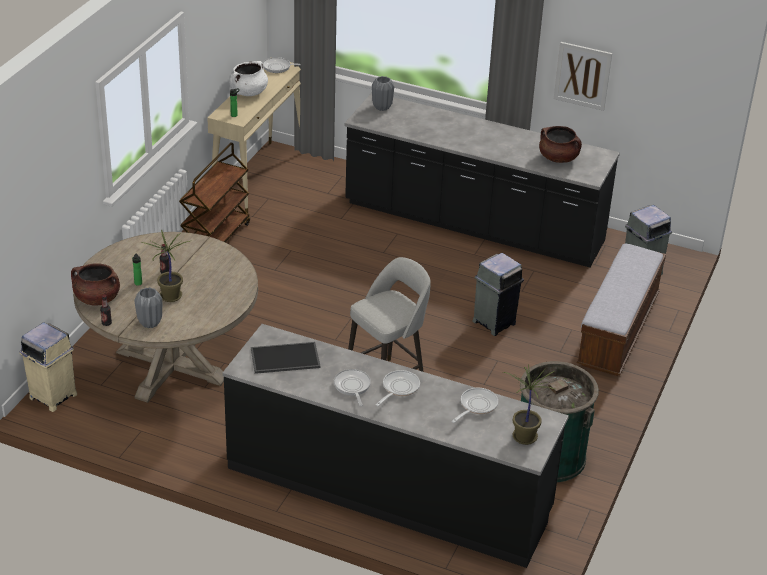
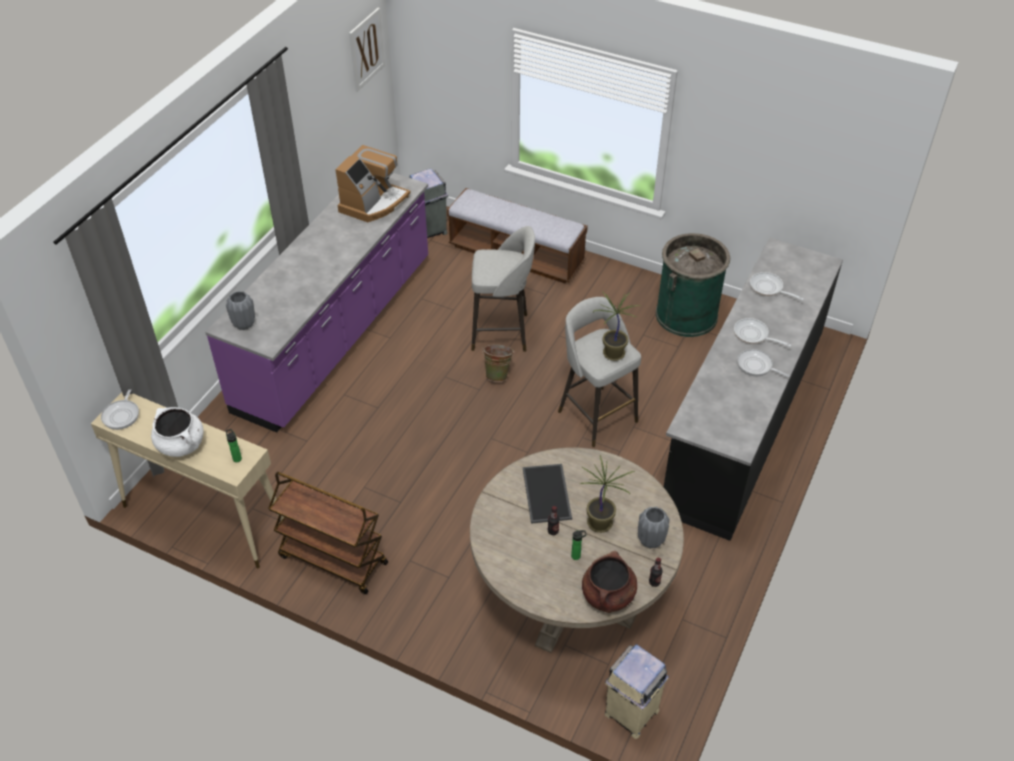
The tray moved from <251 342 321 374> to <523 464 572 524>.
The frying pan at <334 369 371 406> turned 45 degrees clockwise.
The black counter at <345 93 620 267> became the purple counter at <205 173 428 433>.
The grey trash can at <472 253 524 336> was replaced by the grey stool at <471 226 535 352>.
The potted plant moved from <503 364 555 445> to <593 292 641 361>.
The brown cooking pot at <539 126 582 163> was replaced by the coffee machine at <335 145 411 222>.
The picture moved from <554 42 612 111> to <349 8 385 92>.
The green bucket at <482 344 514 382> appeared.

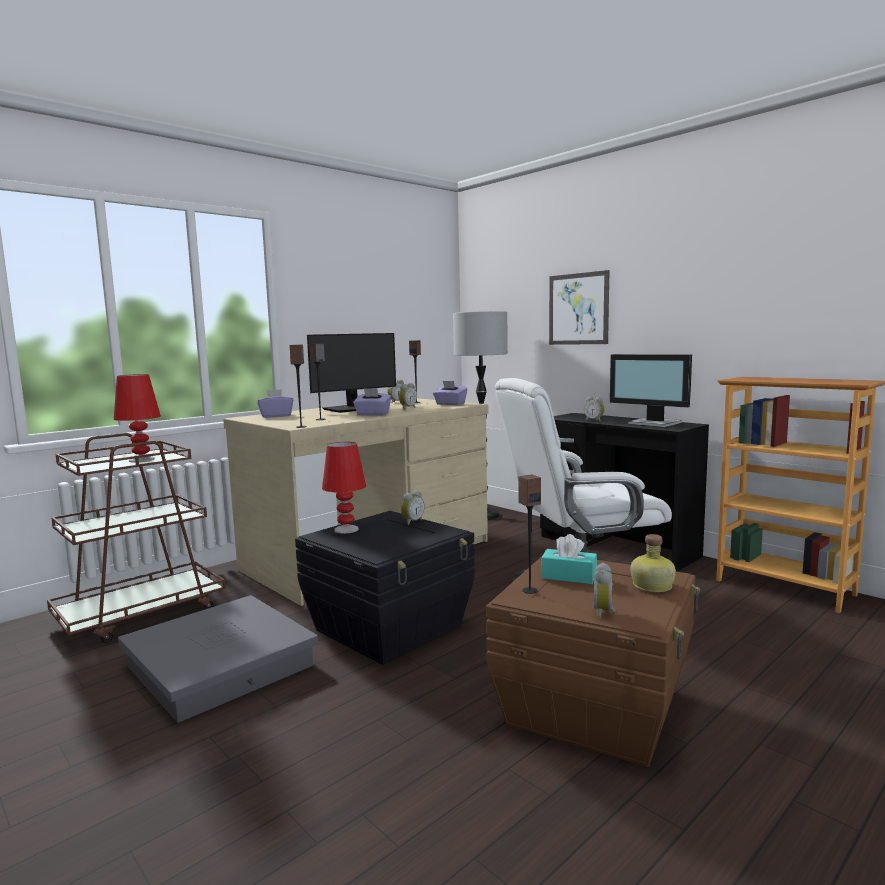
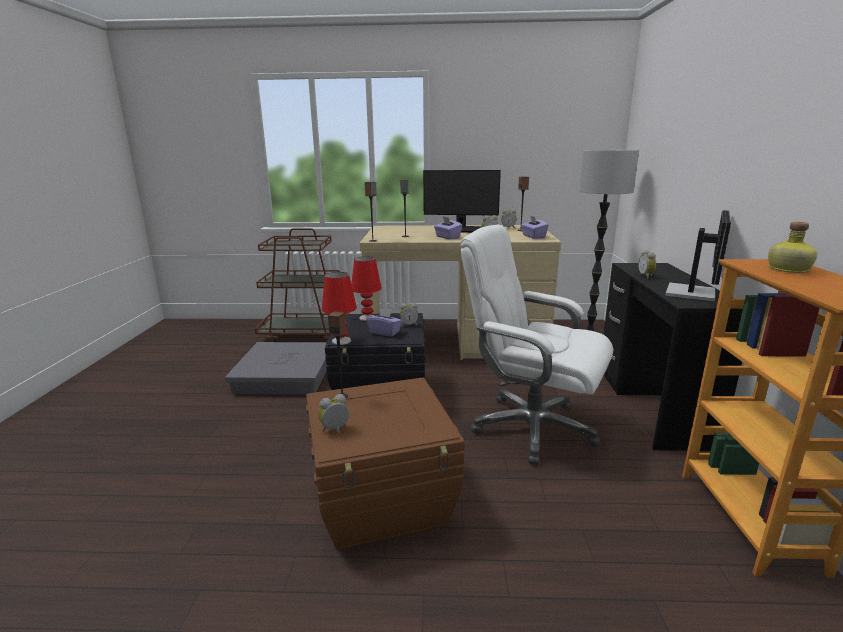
The red table lamp moved from <114 374 161 463> to <322 272 357 345>.
The purple tissue box moved from <257 389 293 418> to <366 308 402 337>.
The turquoise tissue box at <541 534 597 584> disappeared.
The picture at <549 270 609 345> disappeared.
The monitor at <610 354 692 427> turned 150 degrees counterclockwise.
The bottle moved from <631 534 676 592> to <768 222 817 273>.

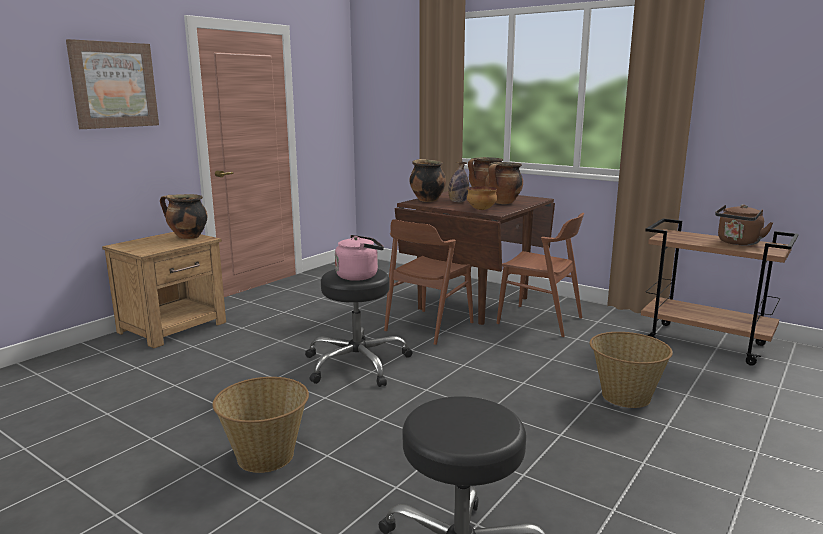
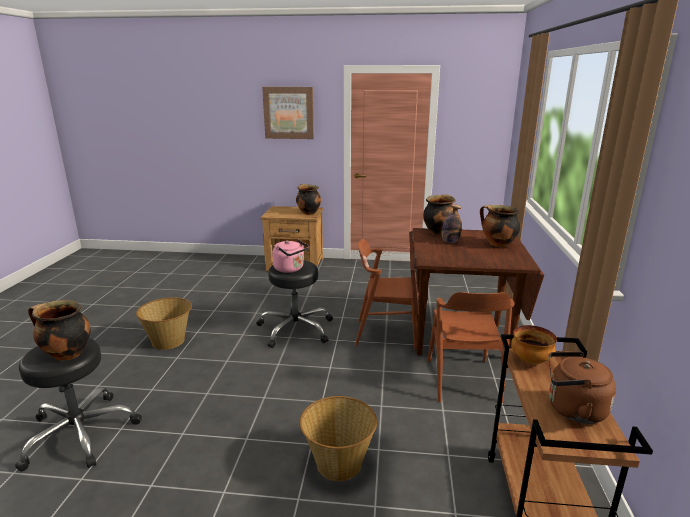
The bowl moved from <467 186 497 210> to <511 325 557 364>.
The cooking pot moved from <485 162 523 204> to <28 300 91 360>.

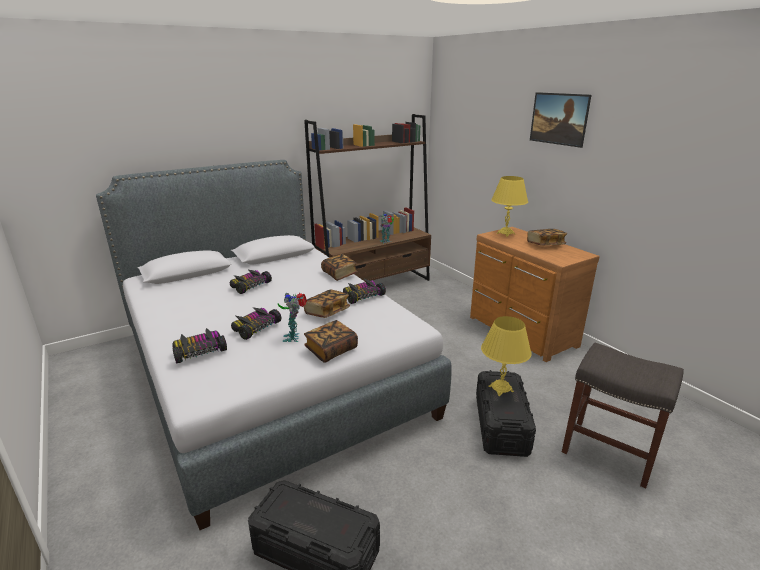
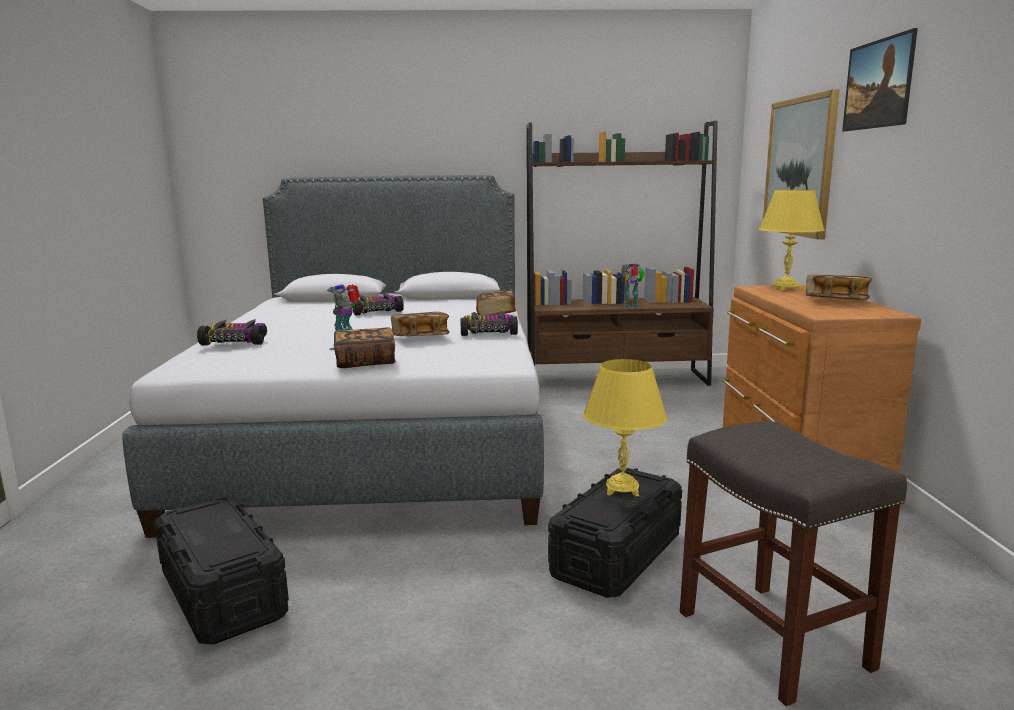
The toy car at <231 307 281 340> disappeared.
The picture at <763 89 840 240> appeared.

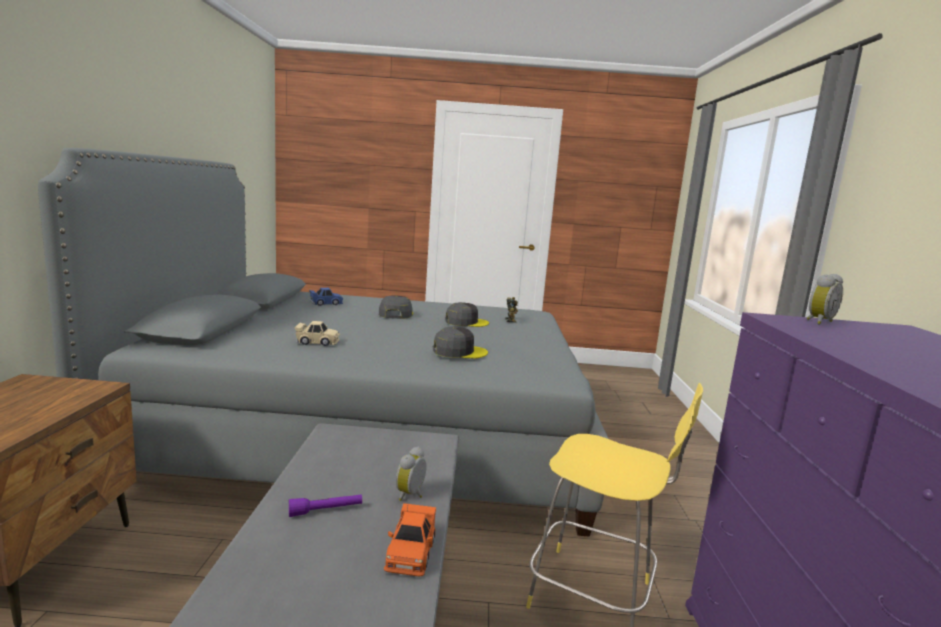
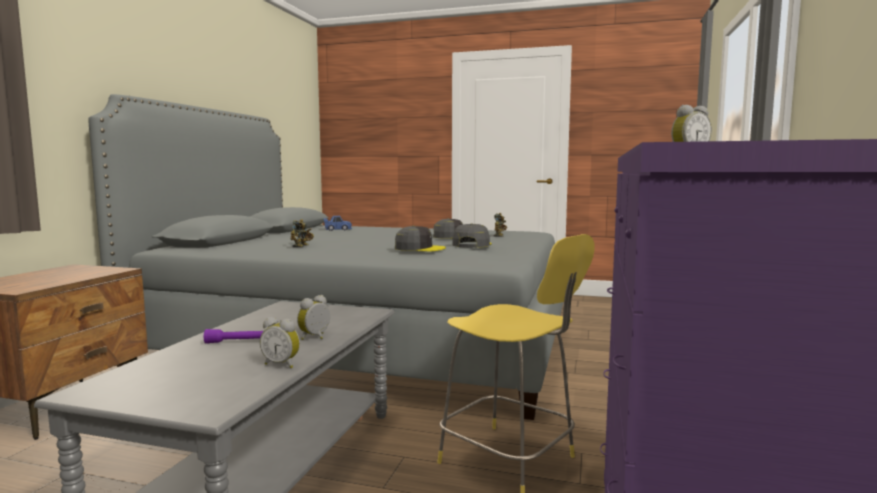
The beige toy car at <295 321 340 346> was replaced by the toy robot at <290 219 314 247>.
The grey cap moved from <379 295 413 319> to <453 223 492 248>.
The orange toy car at <384 503 436 577> was replaced by the alarm clock at <260 317 300 368>.

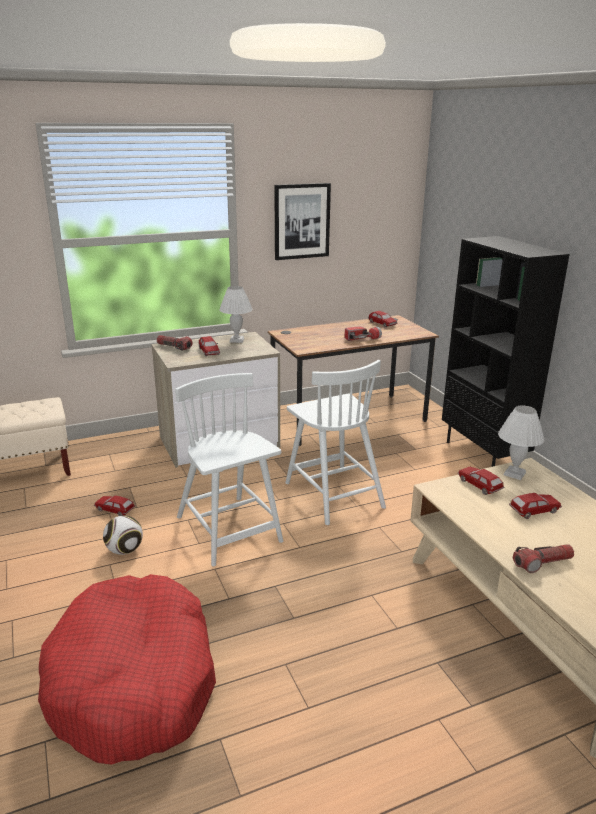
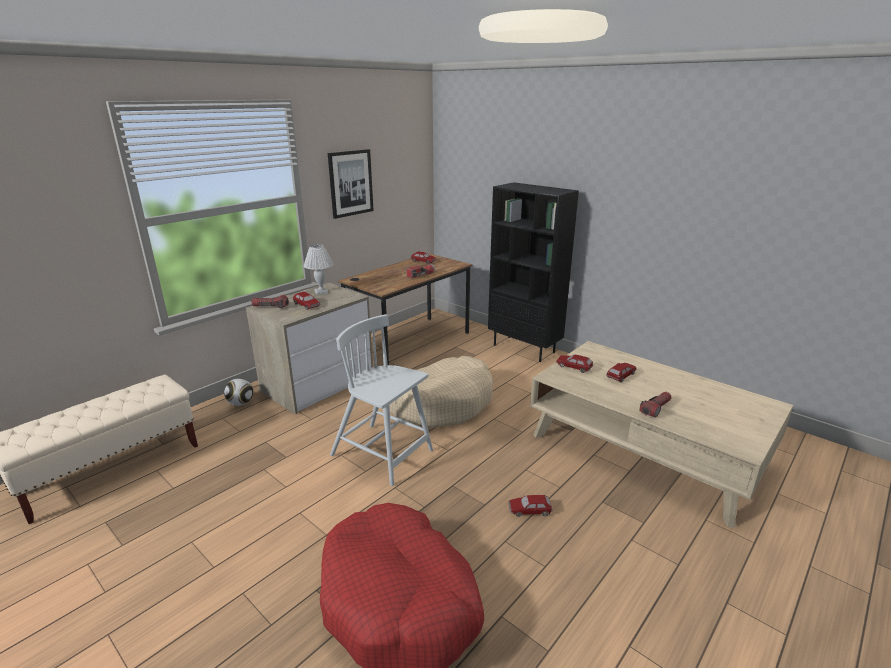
The toy car moved from <94 495 135 516> to <508 495 553 517>.
The football moved from <103 516 143 555> to <224 378 253 406>.
The white chair at <285 360 386 525> was replaced by the beige dog bed at <390 356 493 428>.
The white table lamp at <498 405 544 480> disappeared.

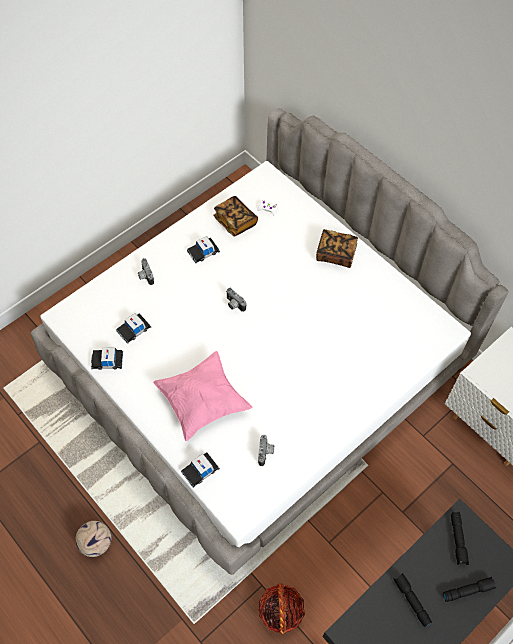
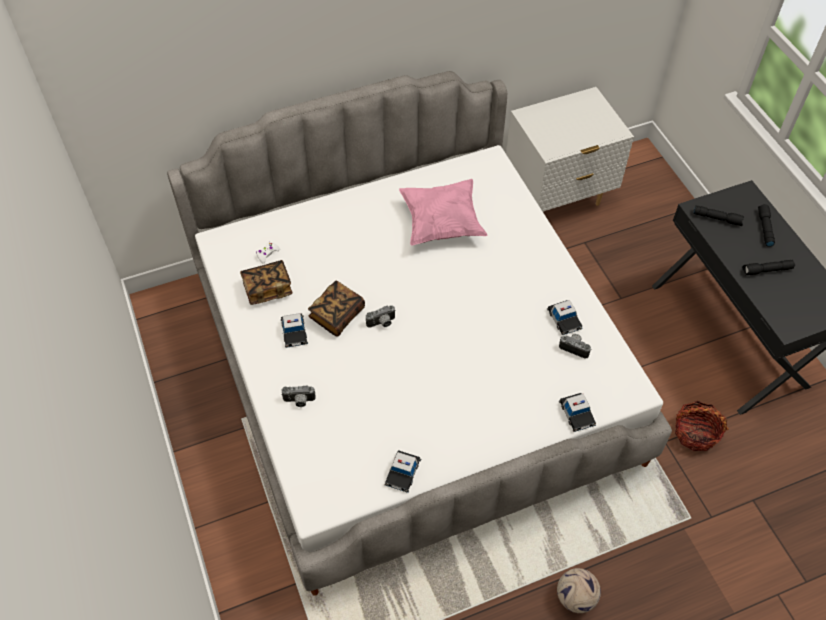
The toy car moved from <116 313 151 344> to <547 300 583 335>.
The pink pillow moved from <153 351 252 441> to <399 179 487 246>.
The book moved from <316 229 358 268> to <308 281 365 336>.

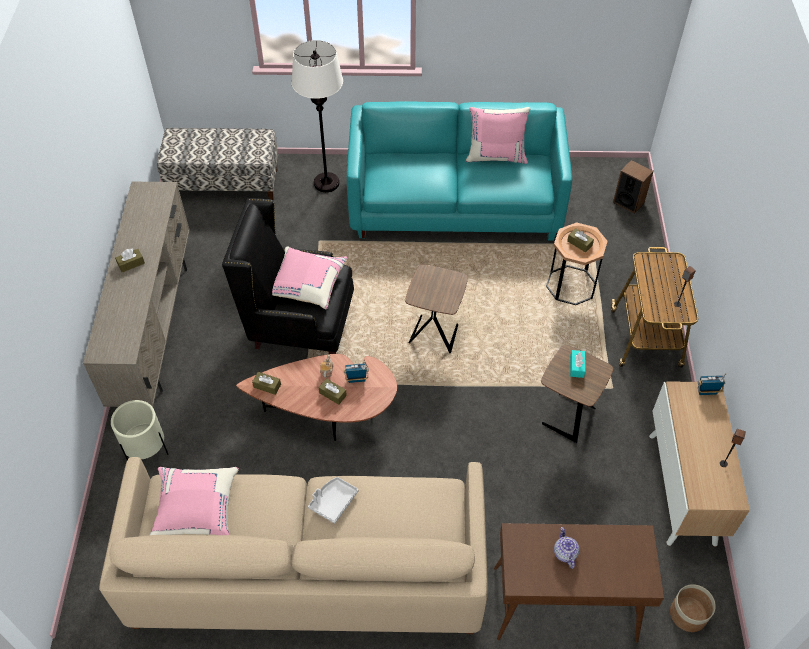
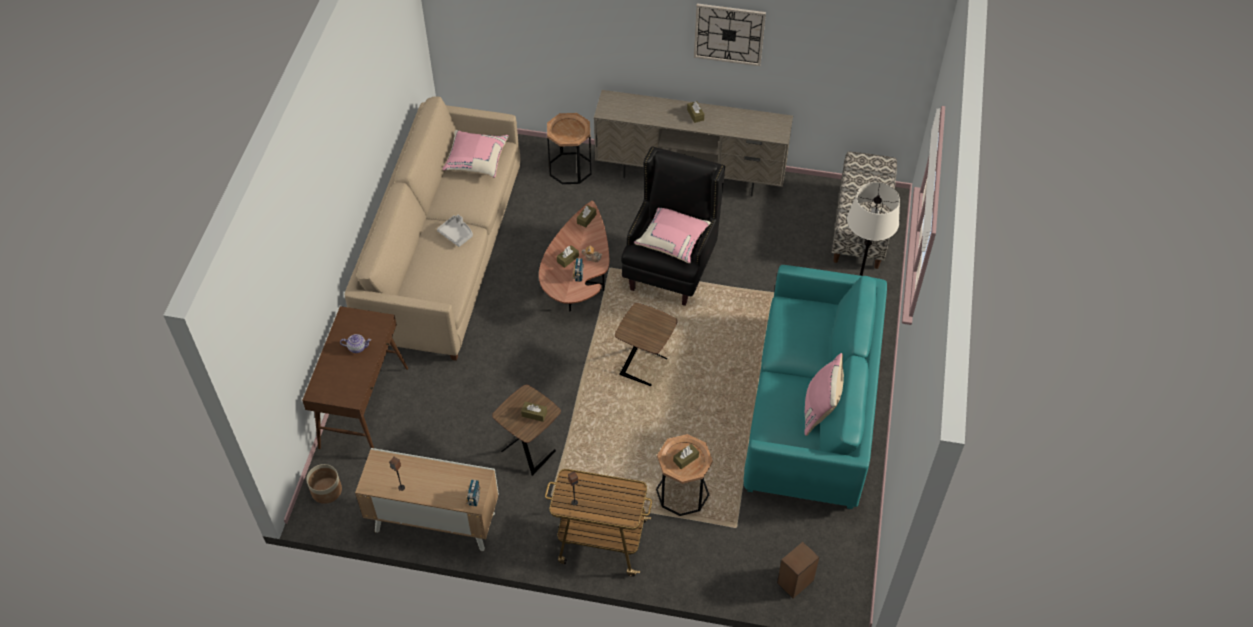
The beige planter at <111 400 169 460> was replaced by the brown side table at <547 113 592 184>.
The turquoise tissue box at <570 350 586 378> became the brown tissue box at <521 402 547 422>.
The wall clock at <694 3 766 66> appeared.

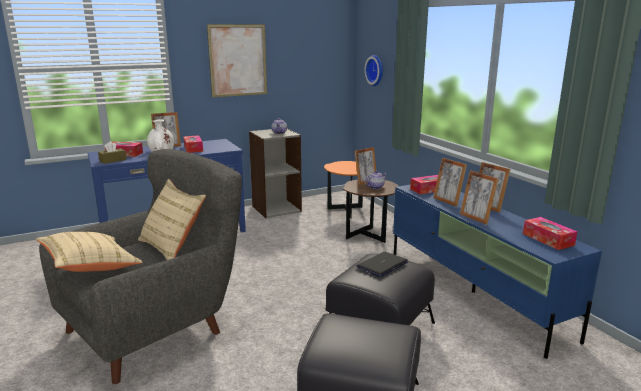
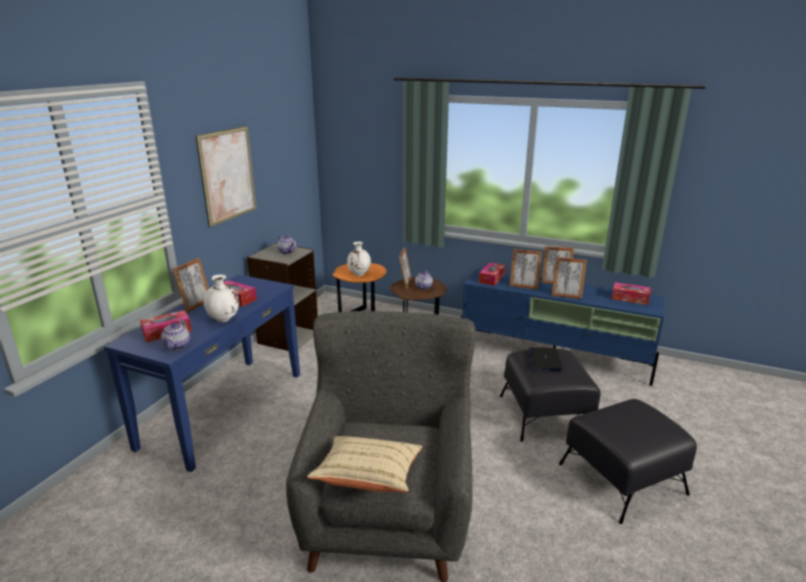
The brown tissue box at <98 141 127 164> was replaced by the teapot at <161 320 190 350>.
The beige pillow at <138 179 206 260> disappeared.
The wall clock at <364 55 383 86> disappeared.
The white vase at <347 242 371 276> appeared.

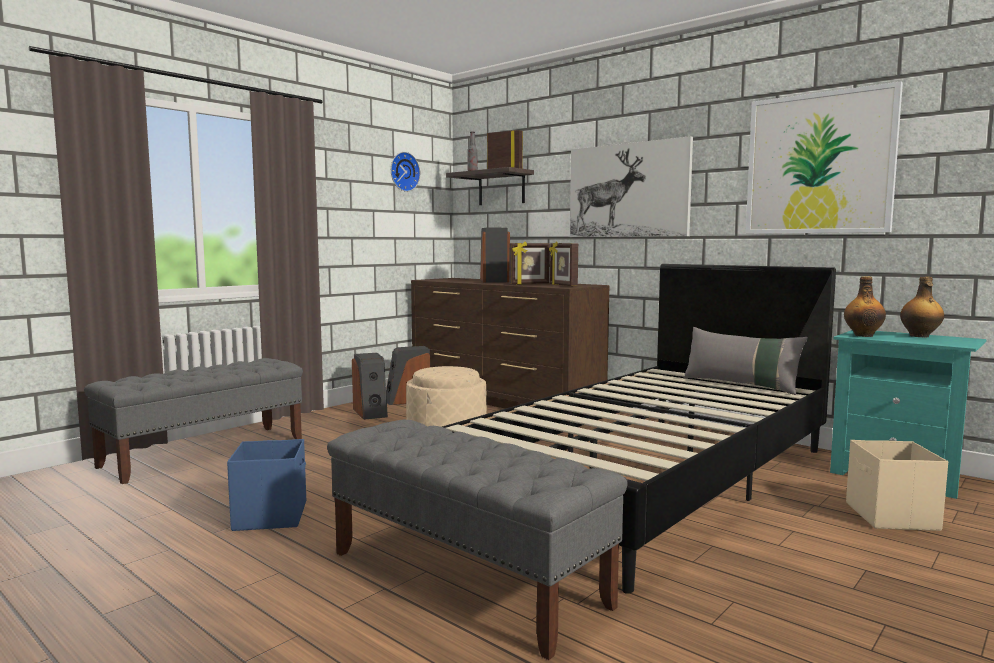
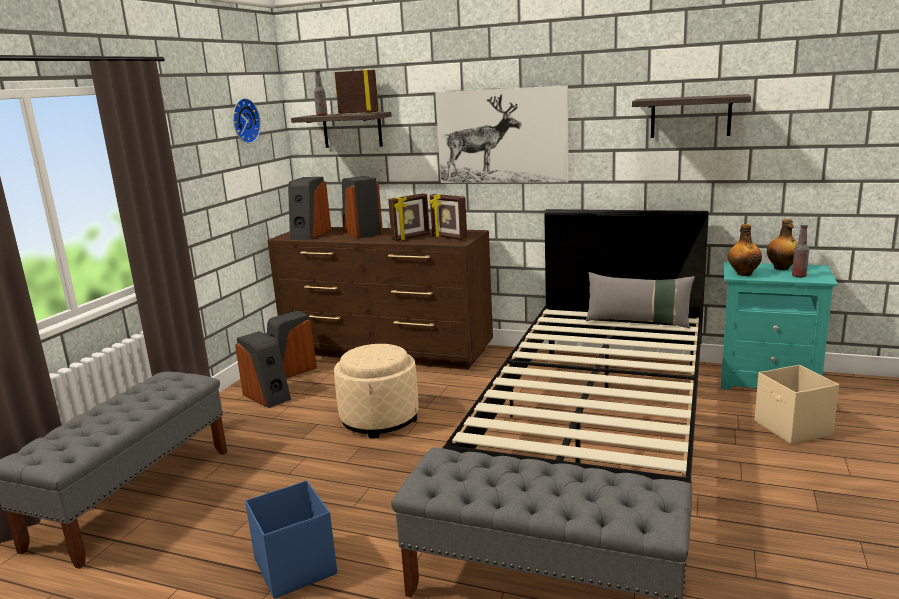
The picture at <746 81 903 234> was replaced by the shelf at <632 94 751 138>.
The speaker at <288 177 331 240> appeared.
The bottle at <792 225 809 278> appeared.

